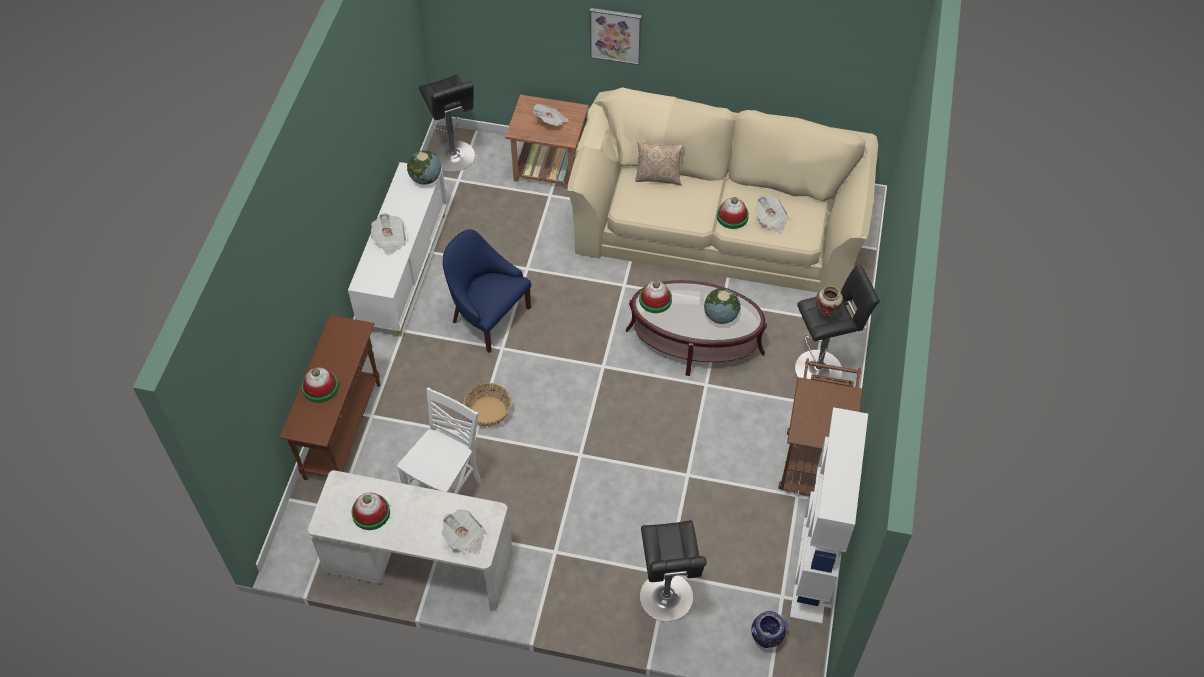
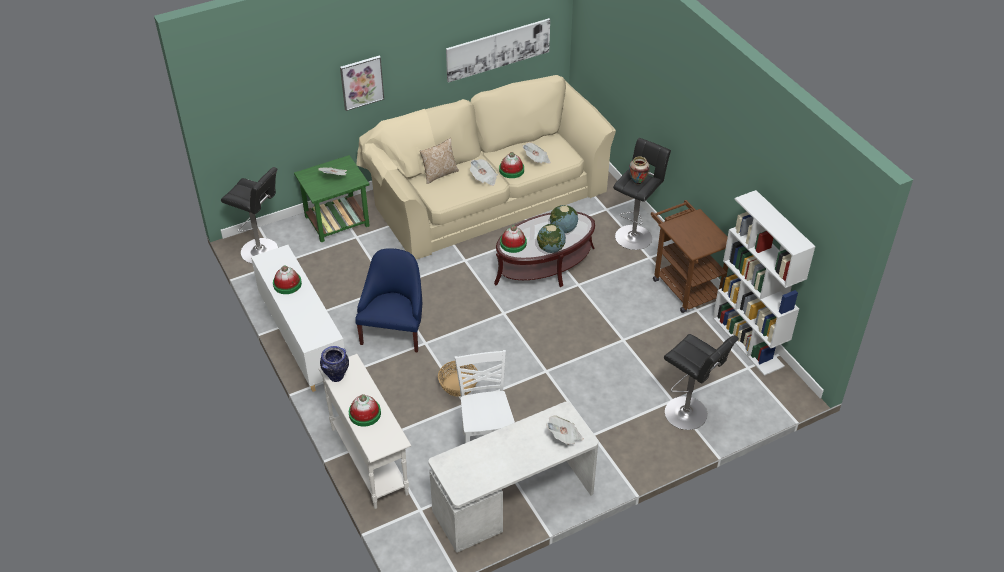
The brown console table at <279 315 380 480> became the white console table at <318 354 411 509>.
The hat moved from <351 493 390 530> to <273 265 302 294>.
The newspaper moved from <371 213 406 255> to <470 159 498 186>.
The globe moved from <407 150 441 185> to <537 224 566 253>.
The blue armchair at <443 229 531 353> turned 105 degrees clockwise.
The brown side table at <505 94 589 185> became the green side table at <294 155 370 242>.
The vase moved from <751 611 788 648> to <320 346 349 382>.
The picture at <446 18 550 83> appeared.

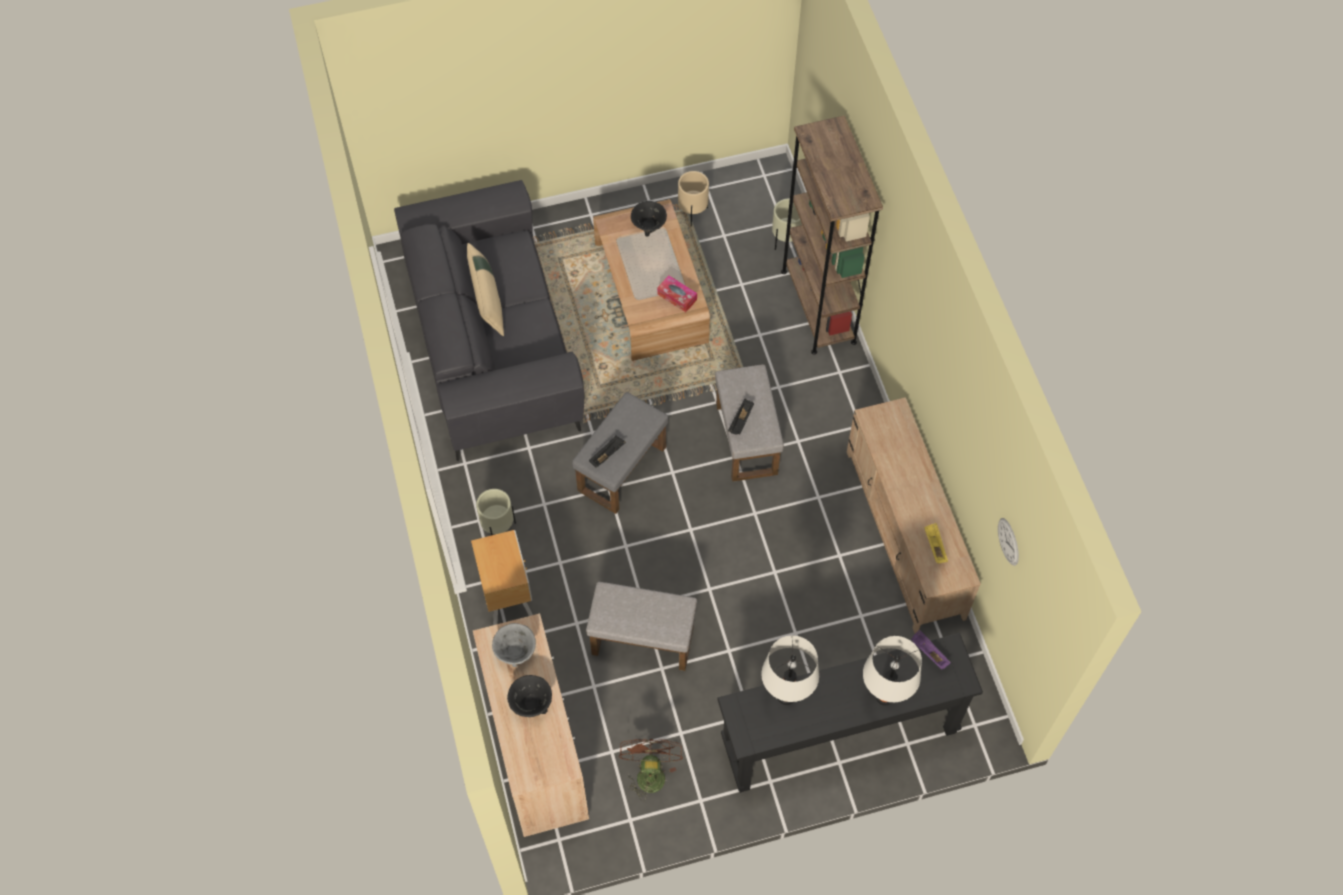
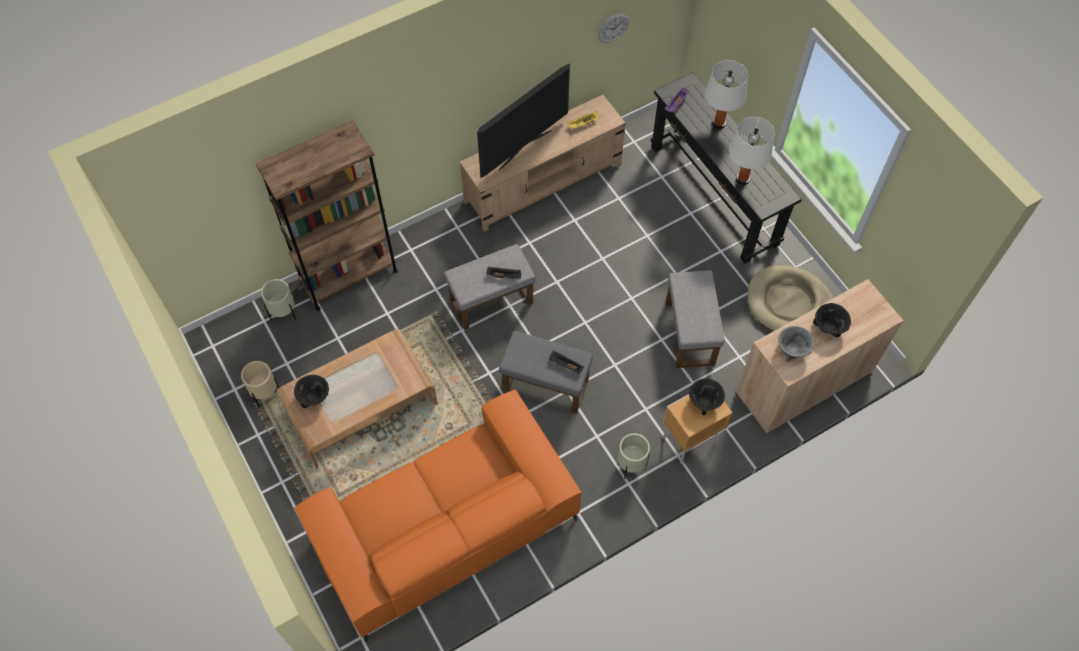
The grey sofa at <394 180 584 461> became the orange sofa at <294 390 581 642>.
The beige pillow at <467 243 504 336> disappeared.
The brown fan at <619 739 683 801> was replaced by the beige dog bed at <747 265 833 331>.
The tissue box at <657 275 697 312> disappeared.
The television at <477 63 570 178> appeared.
The black bowl at <689 378 725 415> appeared.

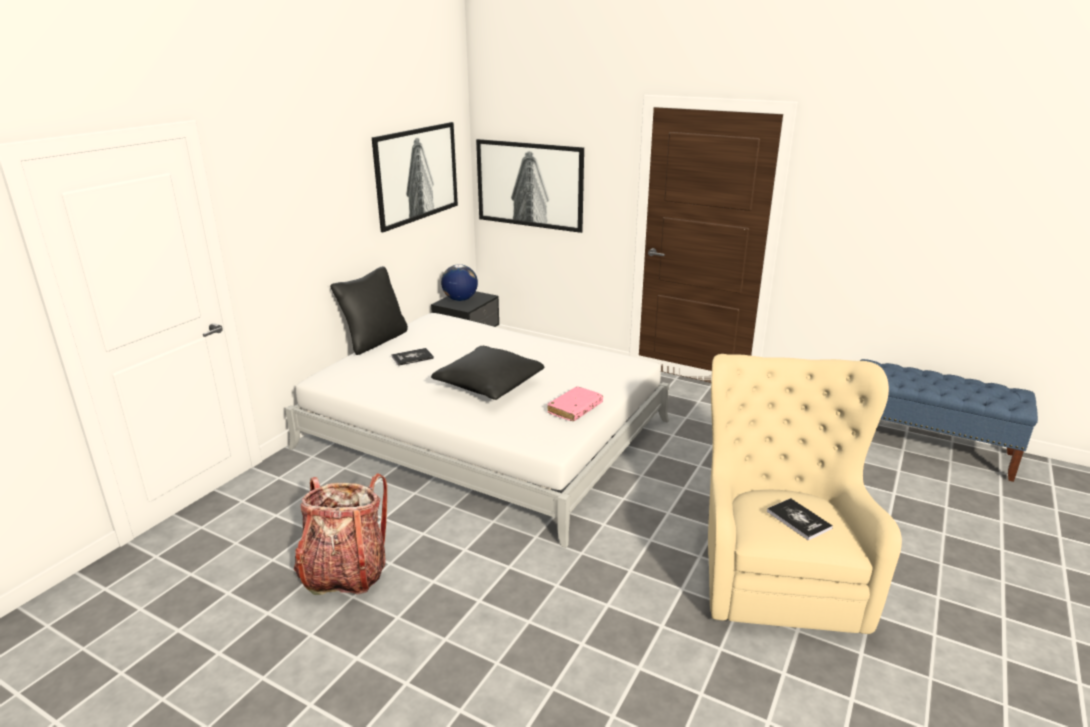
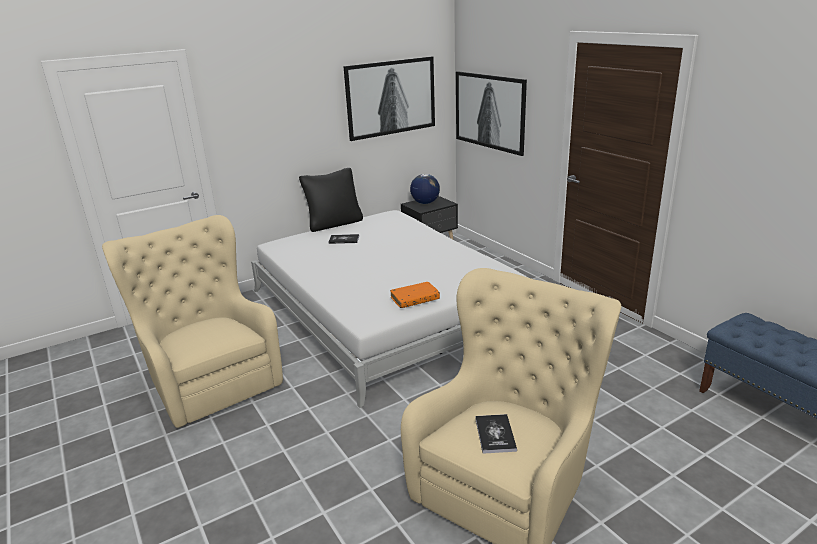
The backpack at <294 473 387 595> was replaced by the beige armchair at <102 215 283 428>.
The black pillow at <431 346 544 400> disappeared.
The pink book at <547 386 603 421> became the orange book at <390 282 440 308>.

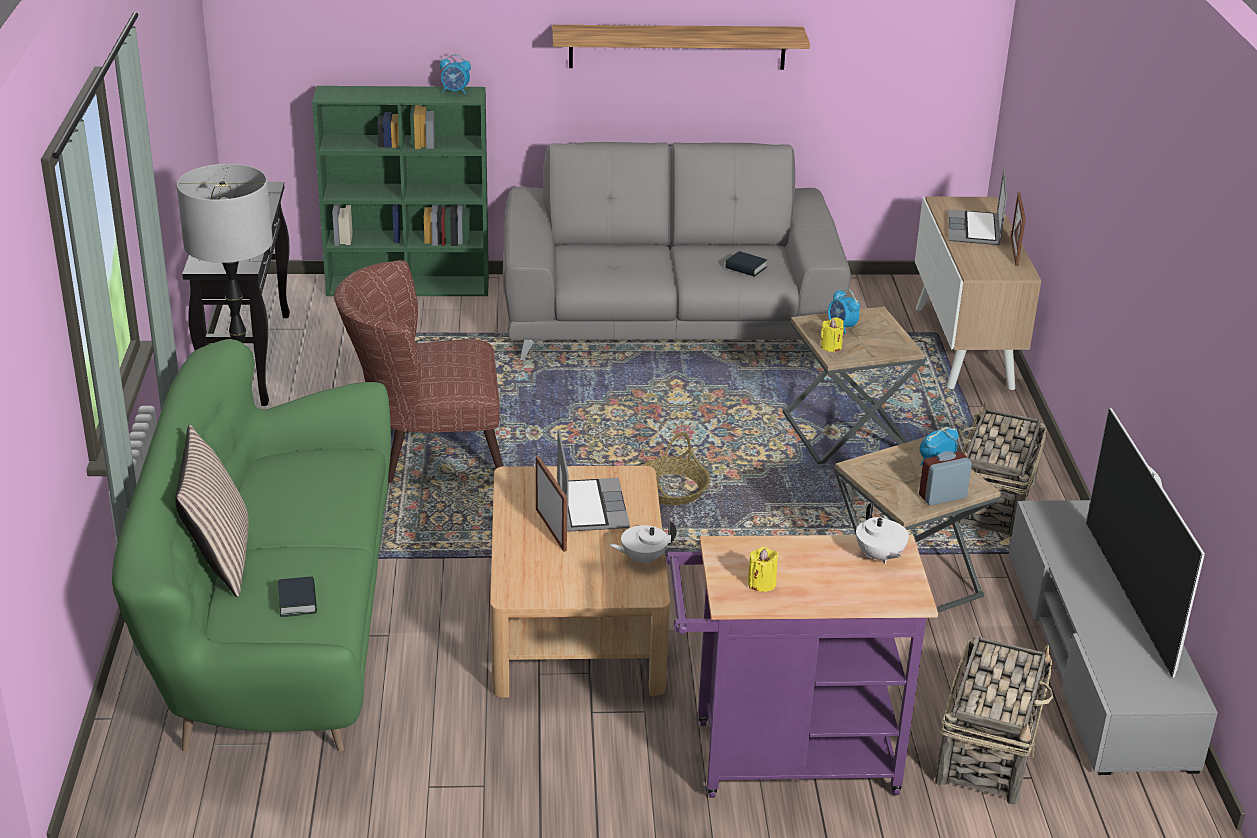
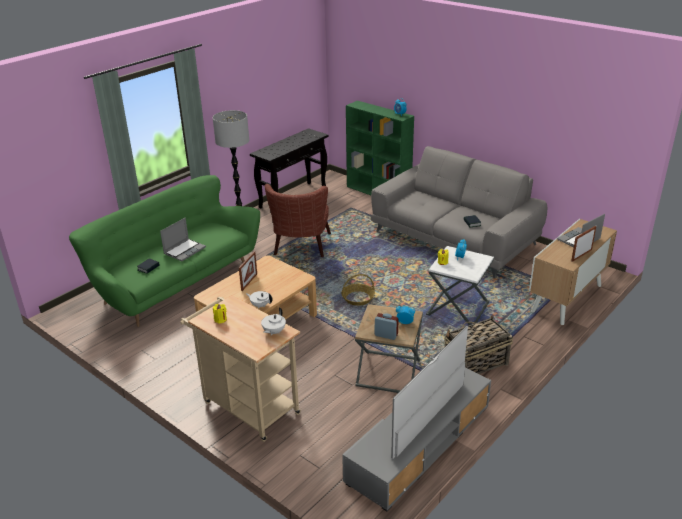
The pillow at <175 425 249 597> disappeared.
The brown armchair at <334 260 503 483> turned 120 degrees counterclockwise.
The shelf at <552 25 810 70> disappeared.
The laptop moved from <557 429 630 532> to <160 218 206 261>.
The purple cart at <666 535 938 798> became the beige cart at <180 295 301 442>.
The brown side table at <783 307 925 464> became the white side table at <426 246 494 325>.
The basket at <935 636 1053 805> disappeared.

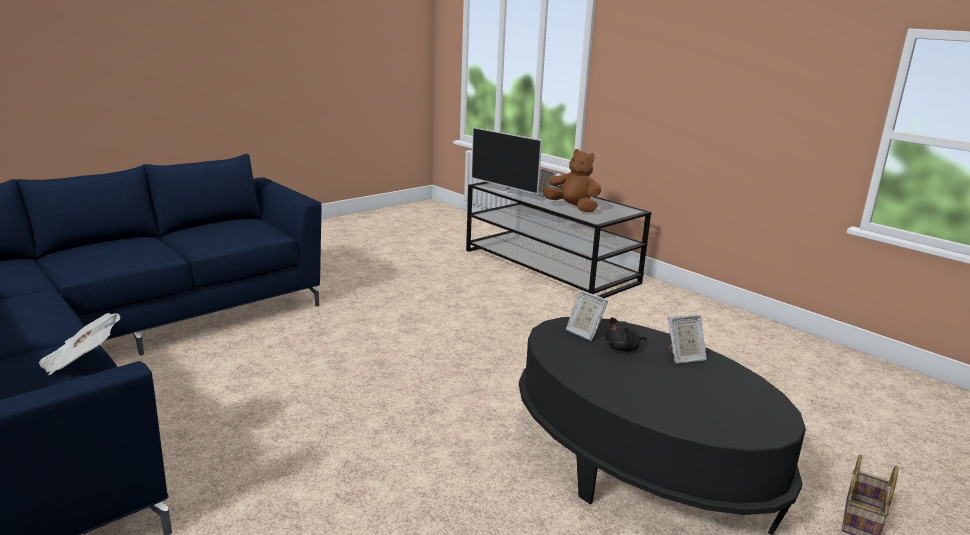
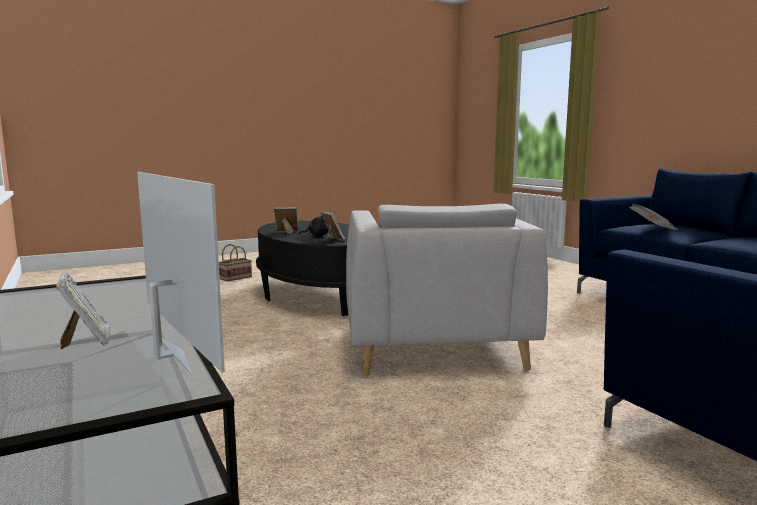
The brown plush toy at <543 149 601 212> disappeared.
The grey armchair at <346 204 548 376> appeared.

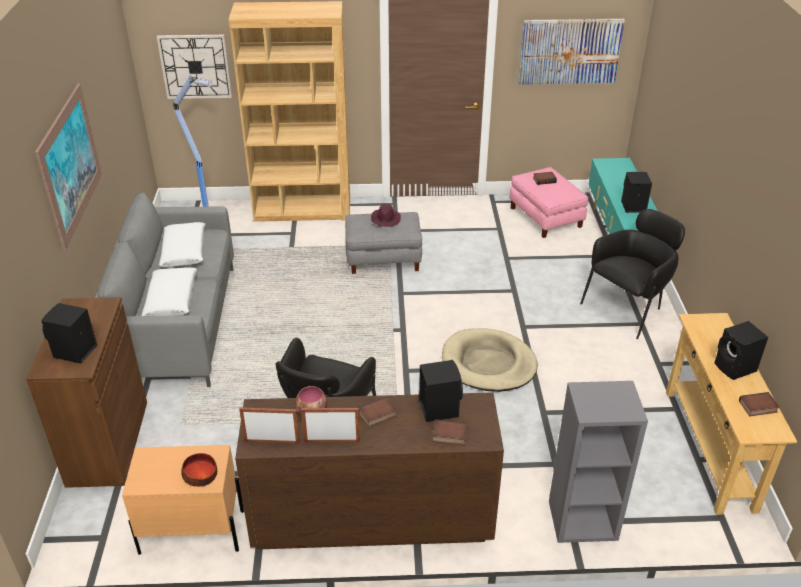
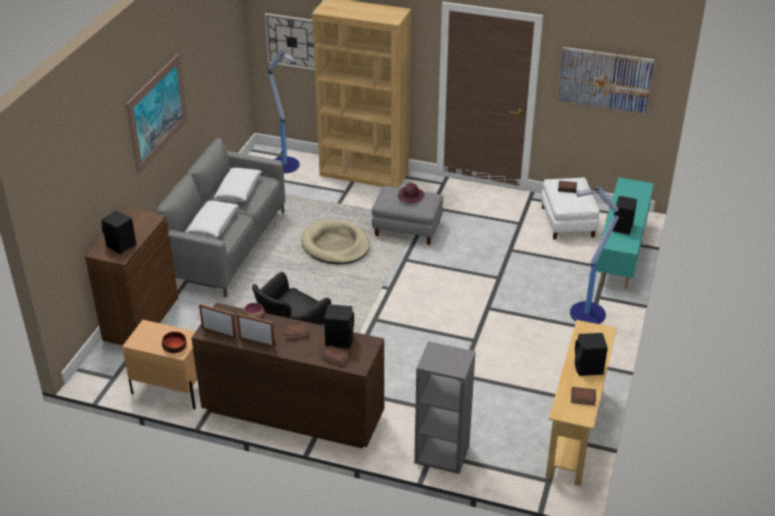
The beige dog bed moved from <442 328 537 392> to <301 219 370 264>.
The pink ottoman at <510 167 589 238> became the white ottoman at <541 178 600 240>.
The black armchair at <580 209 685 339> was replaced by the floor lamp at <570 186 620 324>.

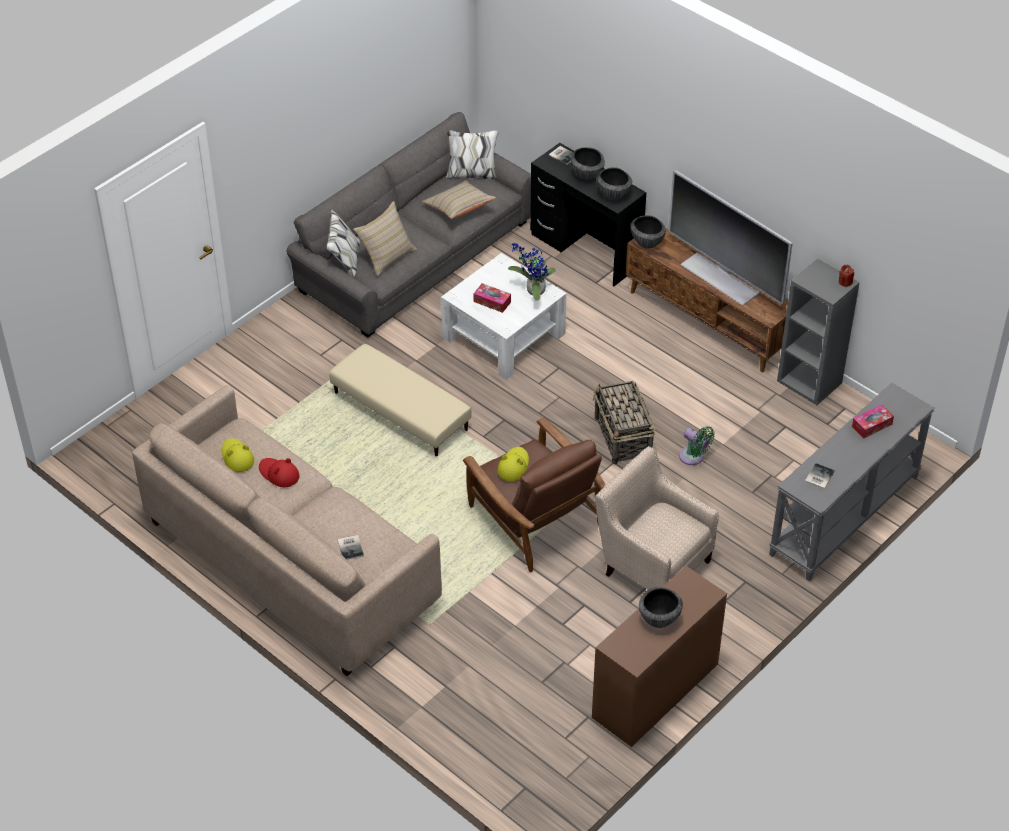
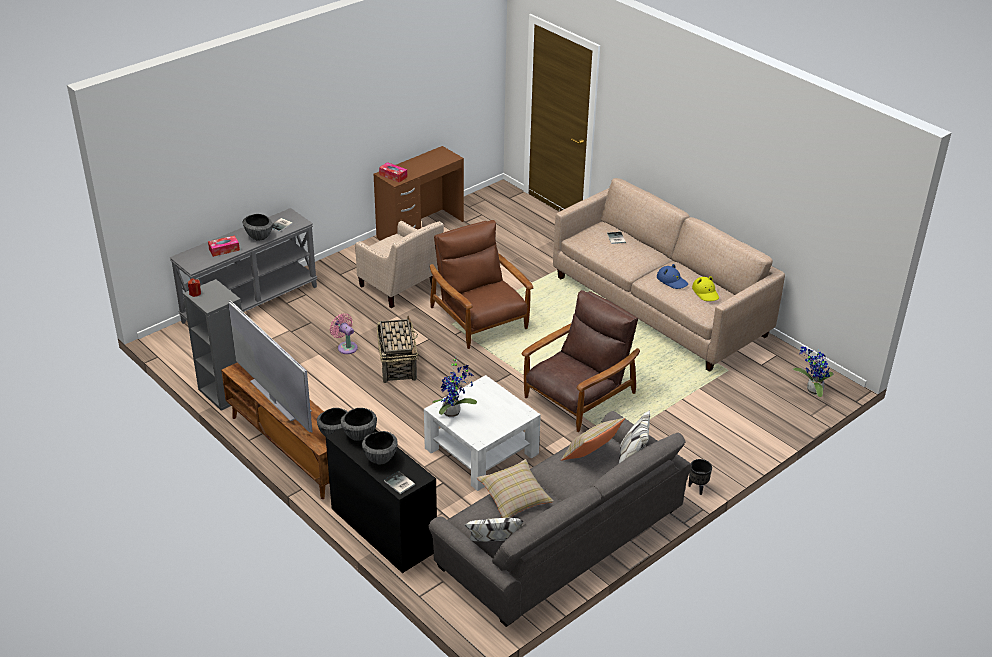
The red hat at <259 458 300 487> became the blue hat at <657 264 688 289>.
The beige ottoman at <329 344 472 456> was replaced by the brown armchair at <522 290 640 432>.
The tissue box moved from <473 283 511 313> to <379 162 407 182>.
The yellow hat at <497 447 529 481> disappeared.
The bowl moved from <639 587 683 628> to <243 214 273 241>.
The green fan at <679 426 714 465> became the pink fan at <330 313 358 354>.
The black planter at <688 459 712 495> appeared.
The potted plant at <793 346 834 397> appeared.

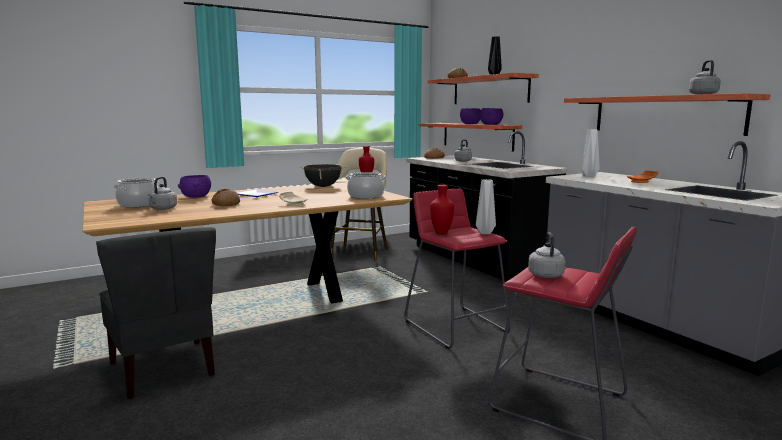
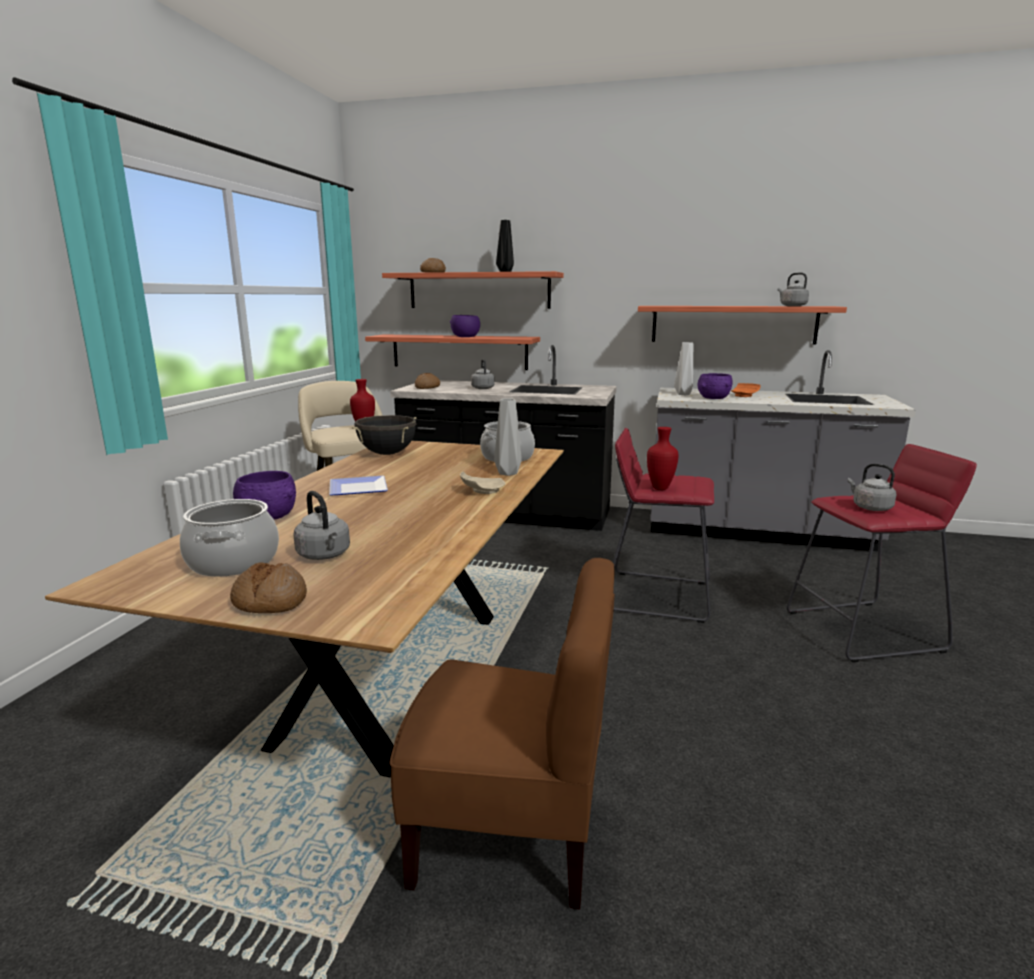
The grey chair at <96 227 216 399> became the brown chair at <389 558 615 910>.
The bread moved from <212 189 240 206> to <230 562 307 613>.
The grey vase moved from <476 179 496 234> to <494 399 522 476>.
The purple bowl moved from <479 108 503 125> to <698 373 732 399>.

